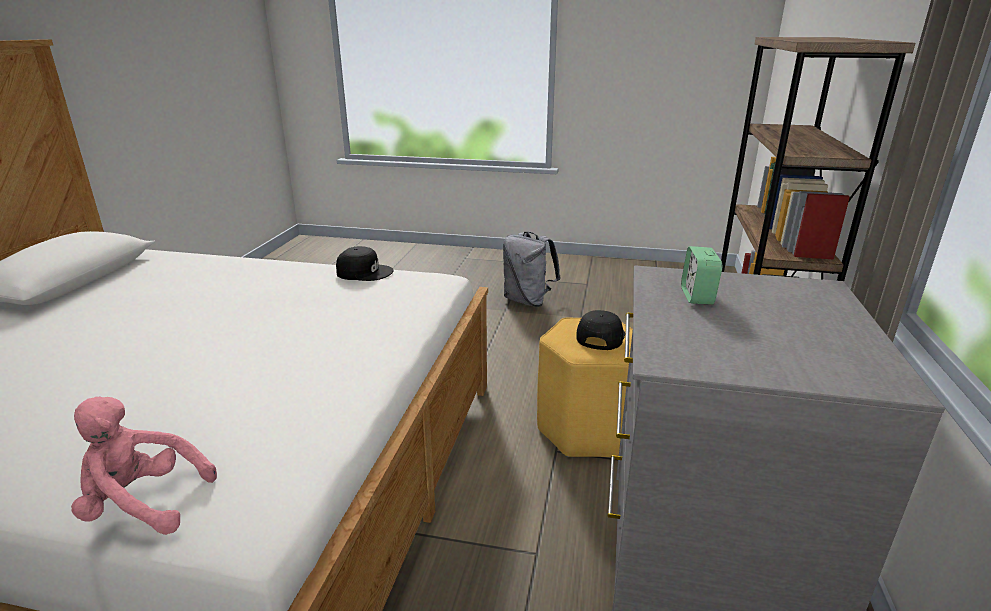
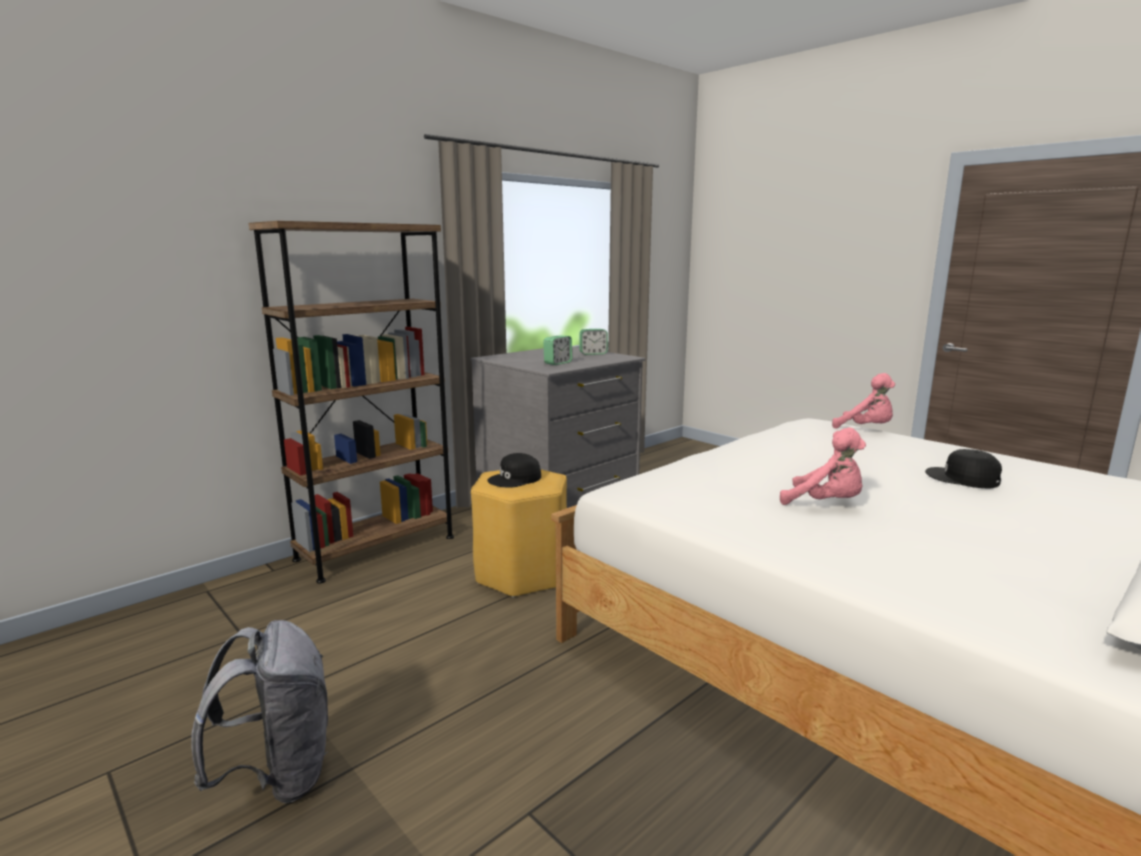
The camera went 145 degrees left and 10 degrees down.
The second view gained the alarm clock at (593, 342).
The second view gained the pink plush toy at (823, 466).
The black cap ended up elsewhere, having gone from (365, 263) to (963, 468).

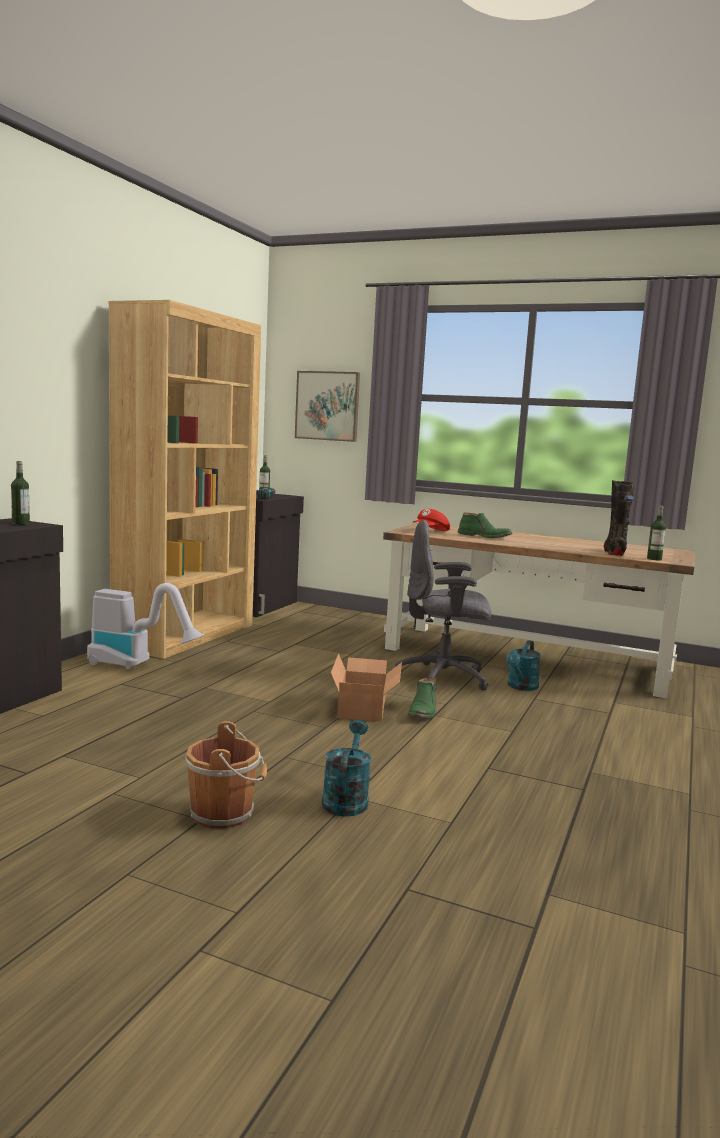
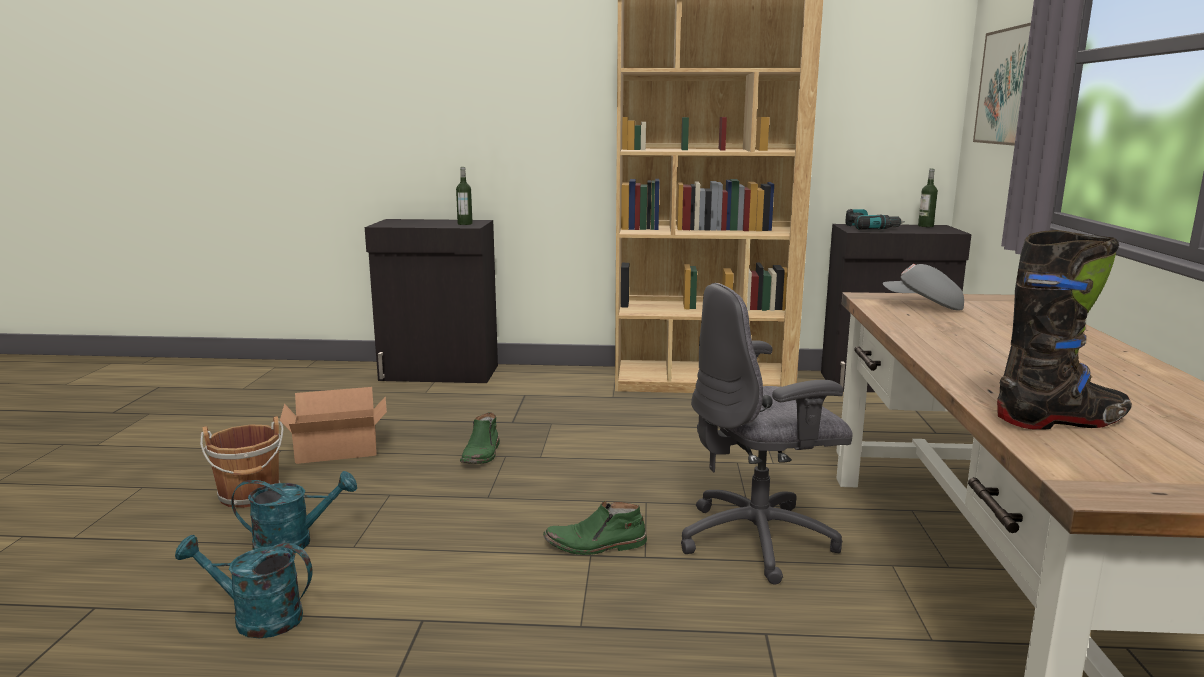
The camera went 70 degrees right and 5 degrees up.
The second view lost the vacuum cleaner at (145, 626).
The second view lost the bottle at (656, 533).
The cardboard box ended up elsewhere, having gone from (366, 687) to (333, 425).
The green boot ended up elsewhere, having gone from (485, 525) to (480, 438).
The turquoise watering can ended up elsewhere, having gone from (523, 666) to (243, 586).
What was the red cap at (431, 520) turned into the grey cap at (923, 287).
The grey office chair at (443, 605) ended up facing another way, 90 degrees counterclockwise from before.

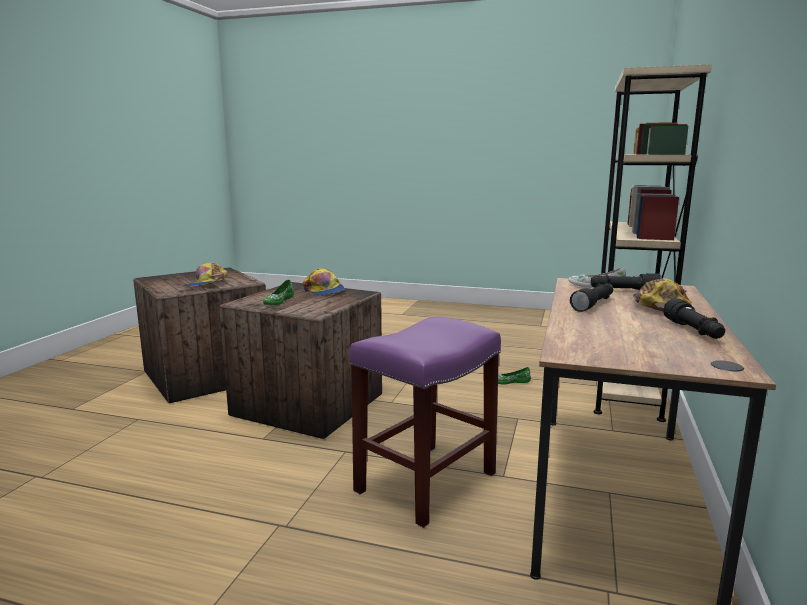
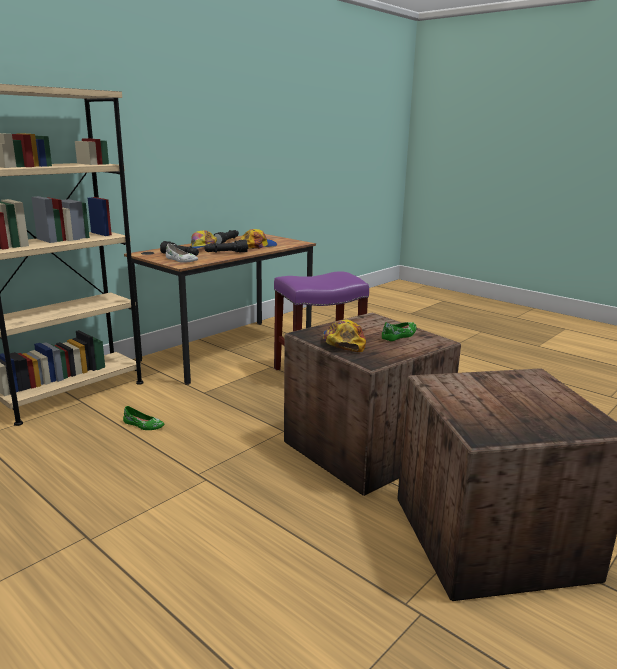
The camera went 155 degrees left and 5 degrees up.
The cap ended up elsewhere, having gone from (205, 274) to (258, 239).

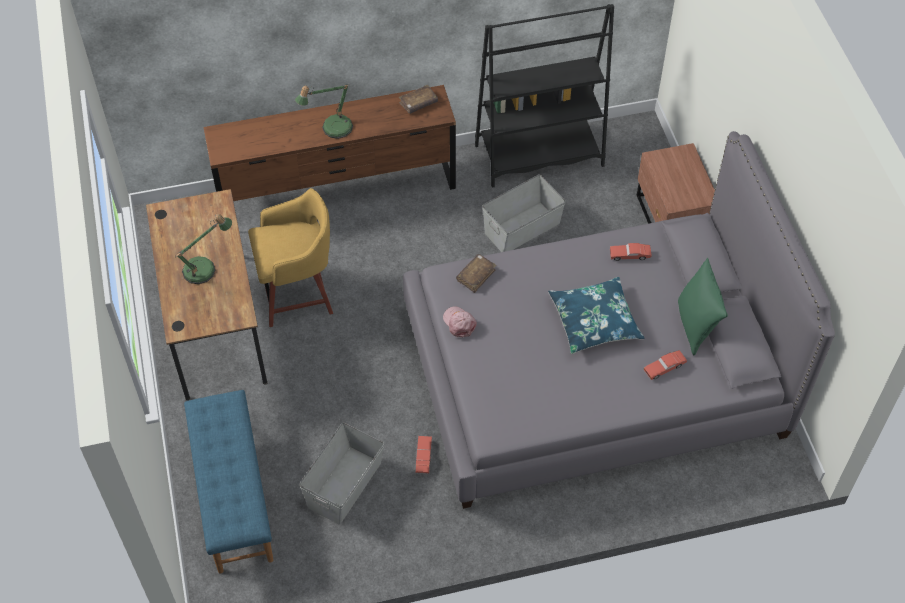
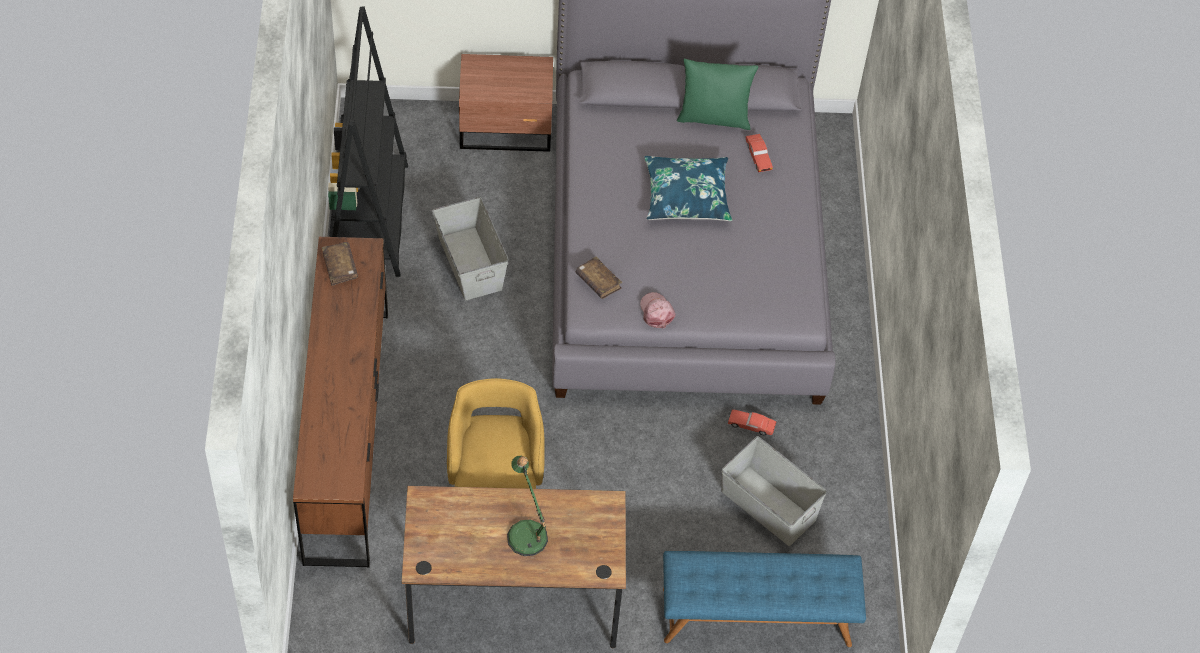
The camera went 80 degrees left and 0 degrees up.
The second view lost the table lamp at (324, 112).
The second view lost the red toy car at (631, 252).
The pink cap at (460, 322) ended up facing another way, 90 degrees clockwise from before.

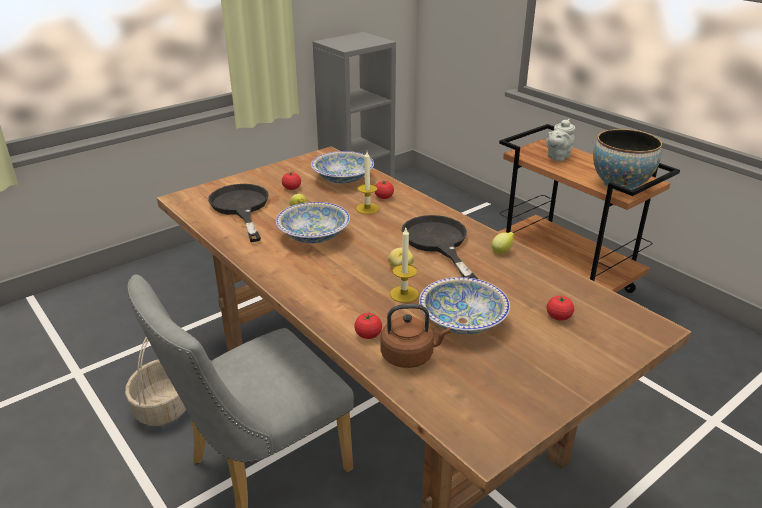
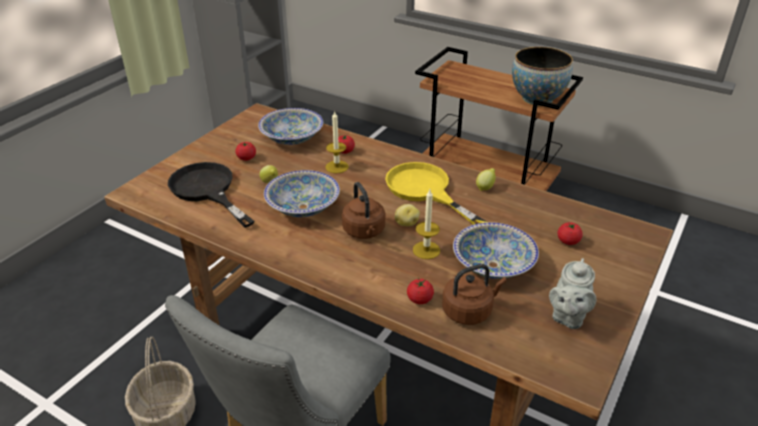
The camera went 20 degrees left and 5 degrees up.
The second view gained the brown kettle at (363, 210).
The grey teapot ended up elsewhere, having gone from (560, 140) to (572, 293).
What was the black frying pan at (439, 247) turned into the yellow frying pan at (436, 193).

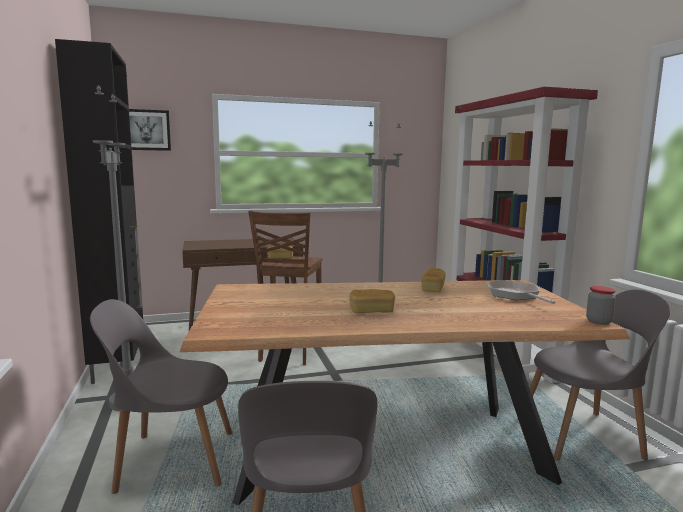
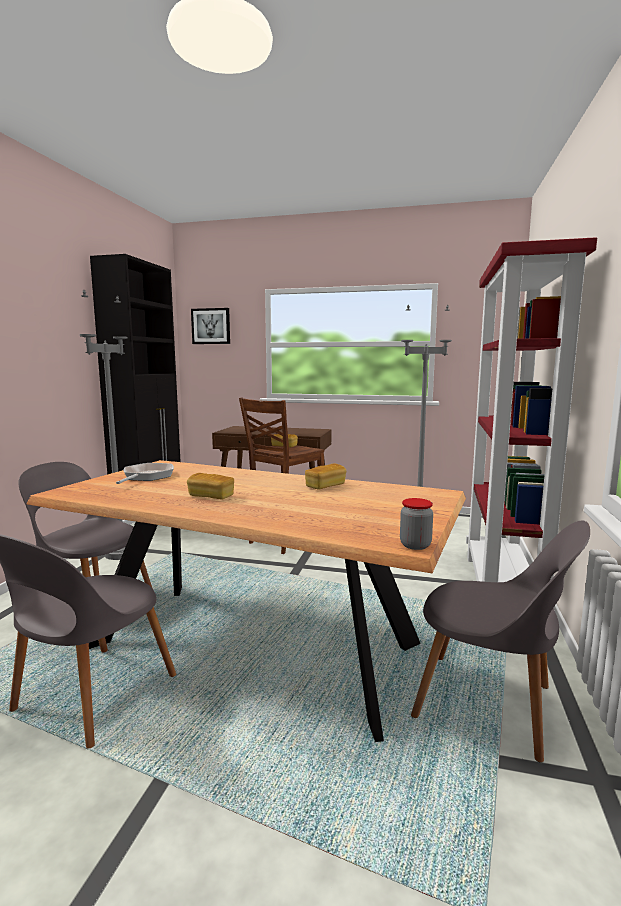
The camera went 30 degrees right and 0 degrees up.
The frying pan ended up elsewhere, having gone from (521, 292) to (145, 473).

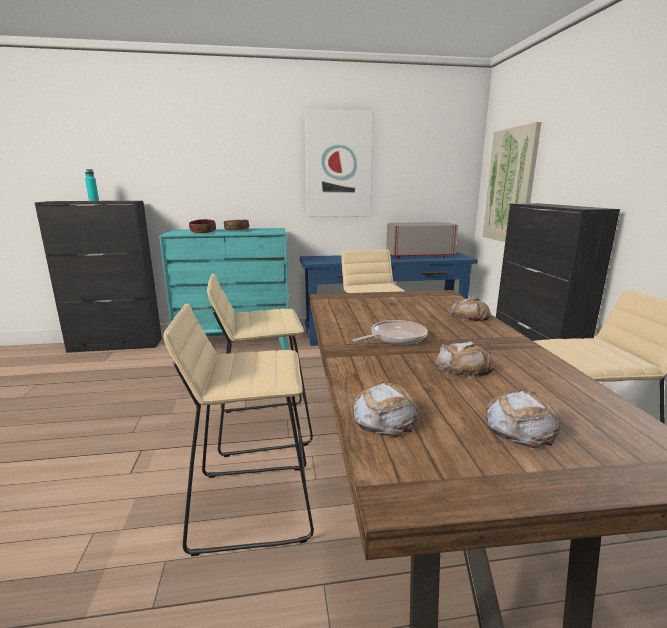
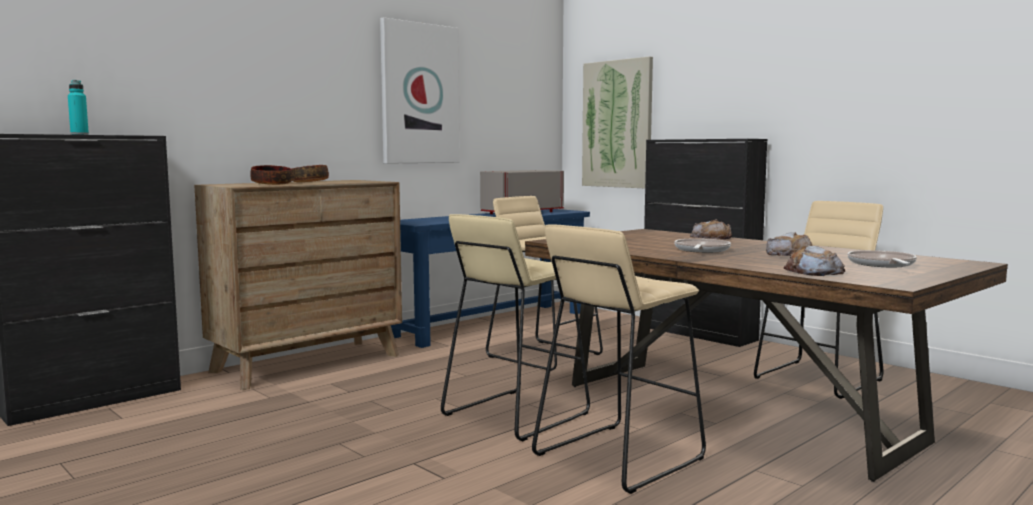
The camera went 35 degrees left and 10 degrees down.
Where the bread stood at (523, 418), the frying pan came to stand at (882, 258).
What was the turquoise dresser at (224, 289) turned into the brown dresser at (298, 285).

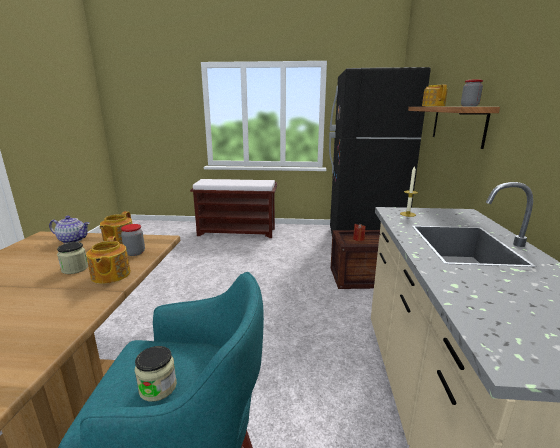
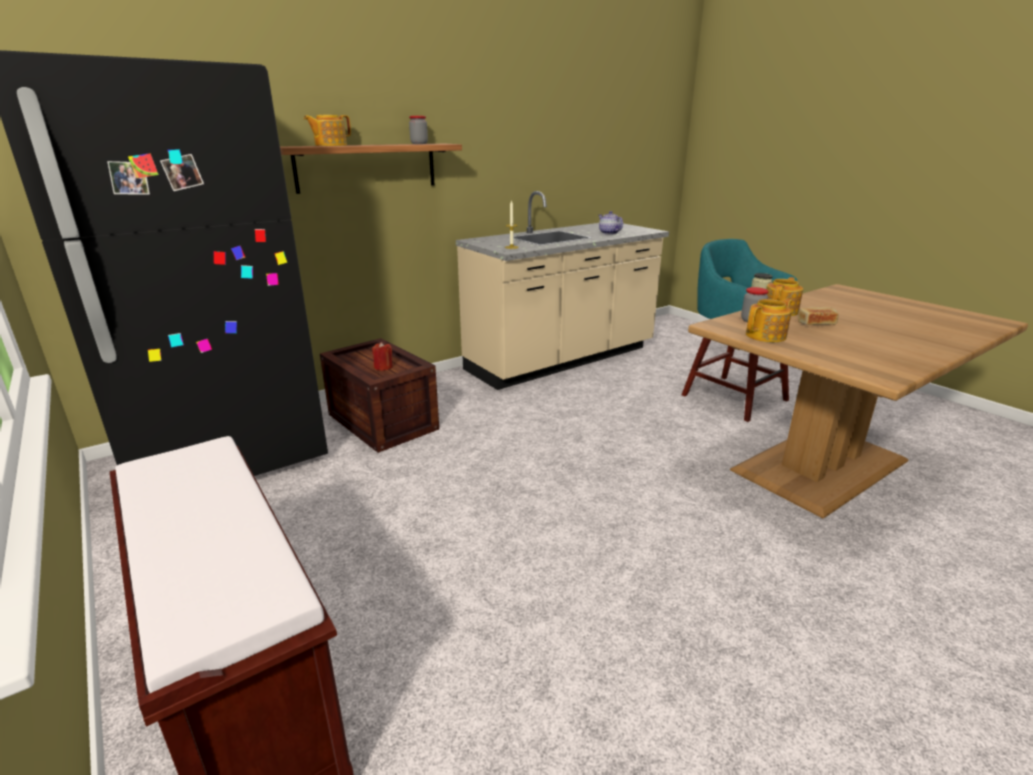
The camera went 130 degrees left and 5 degrees up.
The teapot ended up elsewhere, having gone from (69, 230) to (611, 223).
Where the jar stood at (72, 258), the bread came to stand at (818, 316).

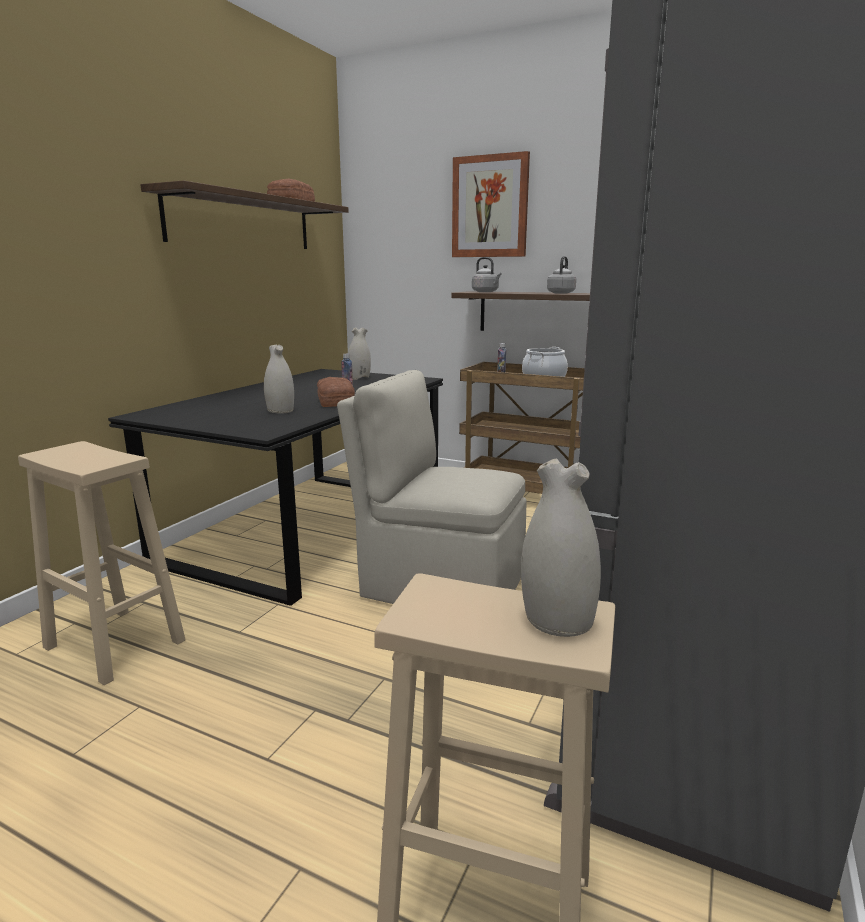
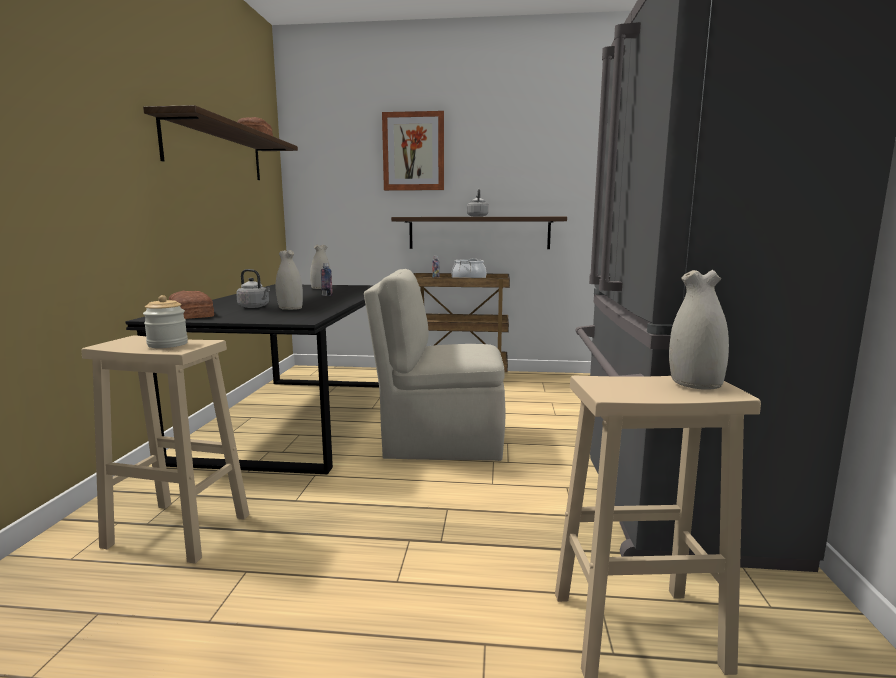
The camera went 20 degrees left and 5 degrees down.
The second view gained the jar at (165, 321).
The bread ended up elsewhere, having gone from (336, 392) to (191, 305).
The grey kettle ended up elsewhere, having gone from (487, 274) to (253, 288).

